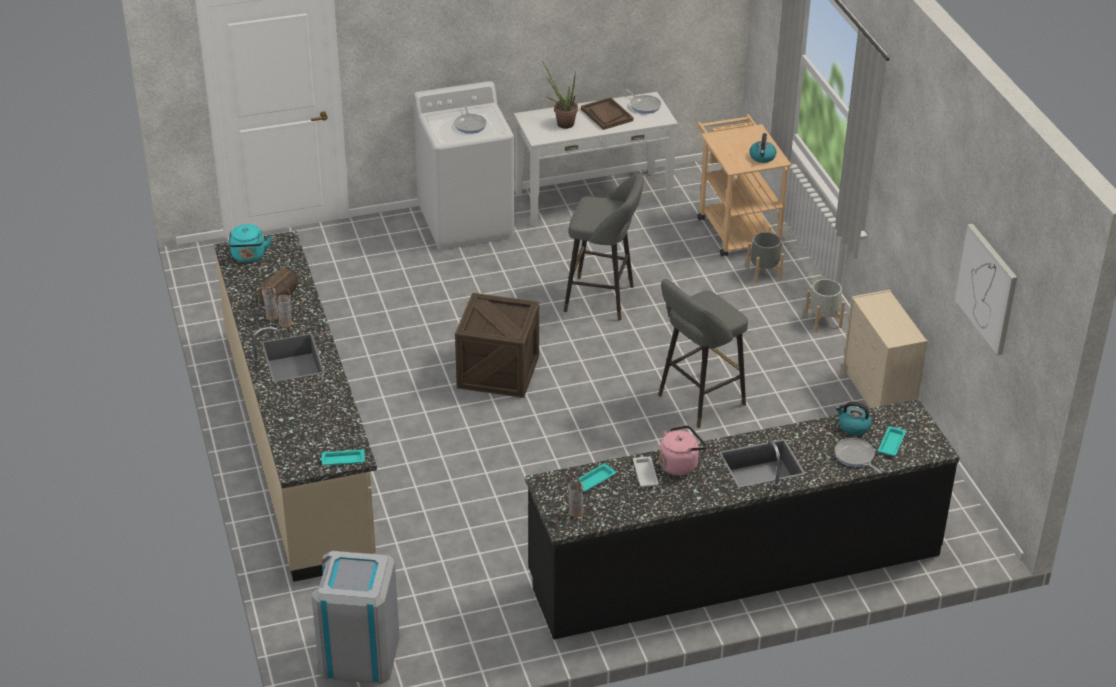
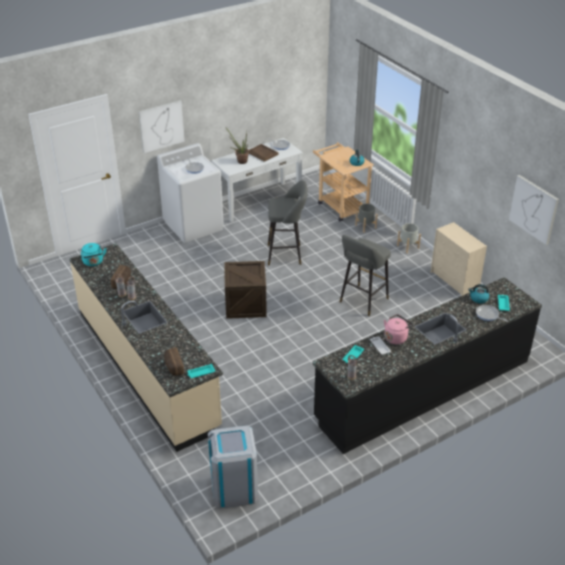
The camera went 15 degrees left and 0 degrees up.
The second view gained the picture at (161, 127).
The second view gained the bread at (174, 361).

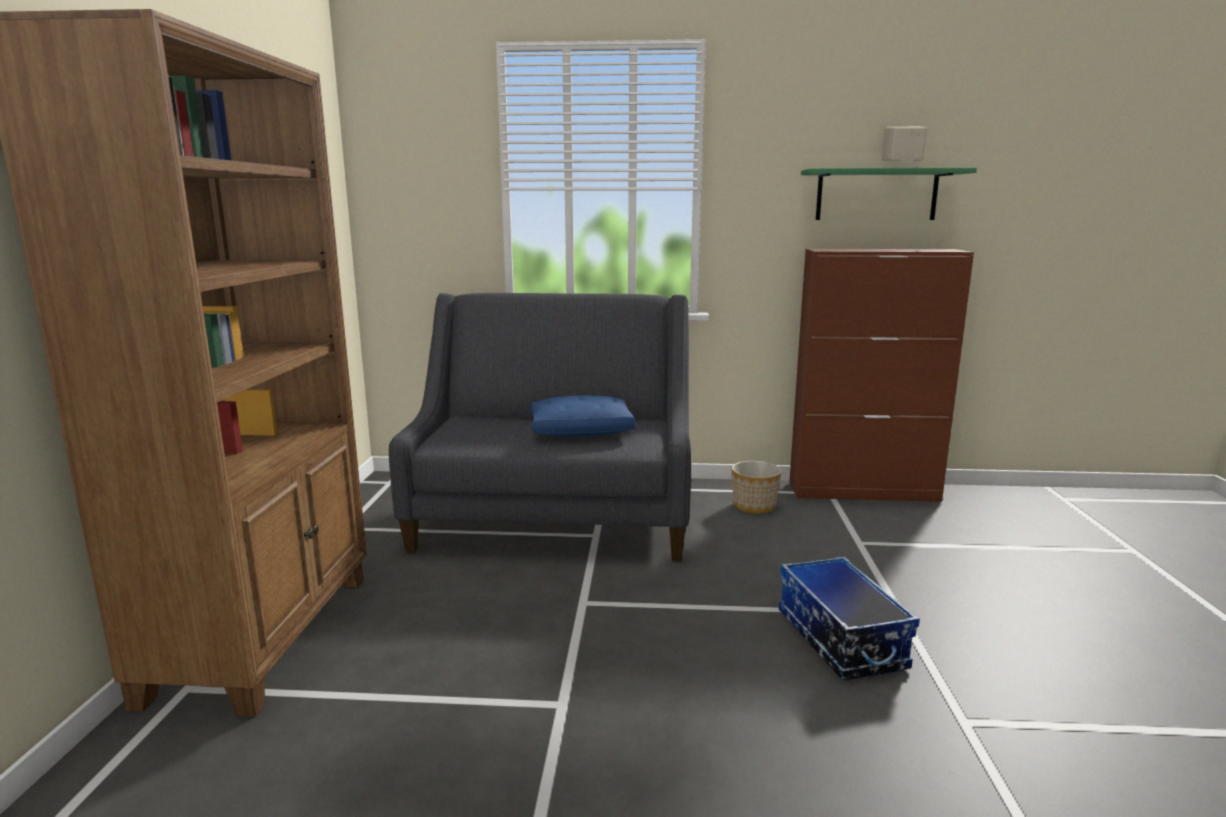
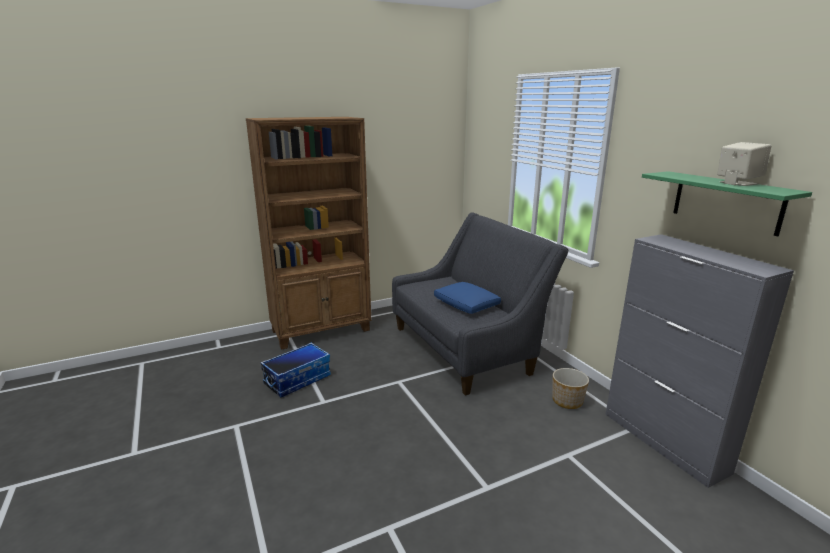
The camera went 60 degrees right and 5 degrees up.
The storage box ended up elsewhere, having gone from (849, 618) to (295, 370).
What was the brown cabinet at (881, 375) turned into the grey cabinet at (700, 361).

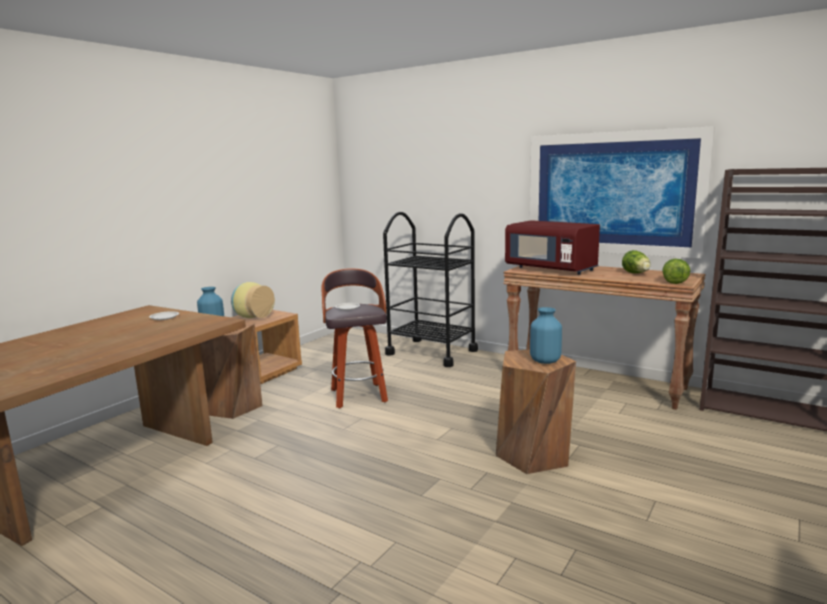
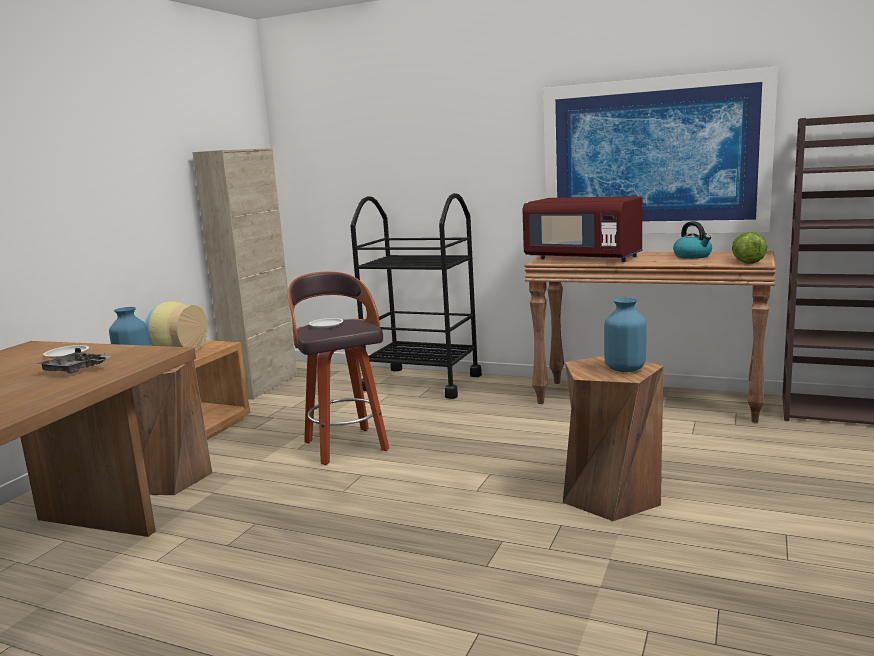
The camera went 10 degrees left and 0 degrees up.
The second view gained the grey tray at (73, 361).
The second view gained the beige cabinet at (245, 274).
Where the lettuce stood at (636, 261), the kettle came to stand at (692, 240).

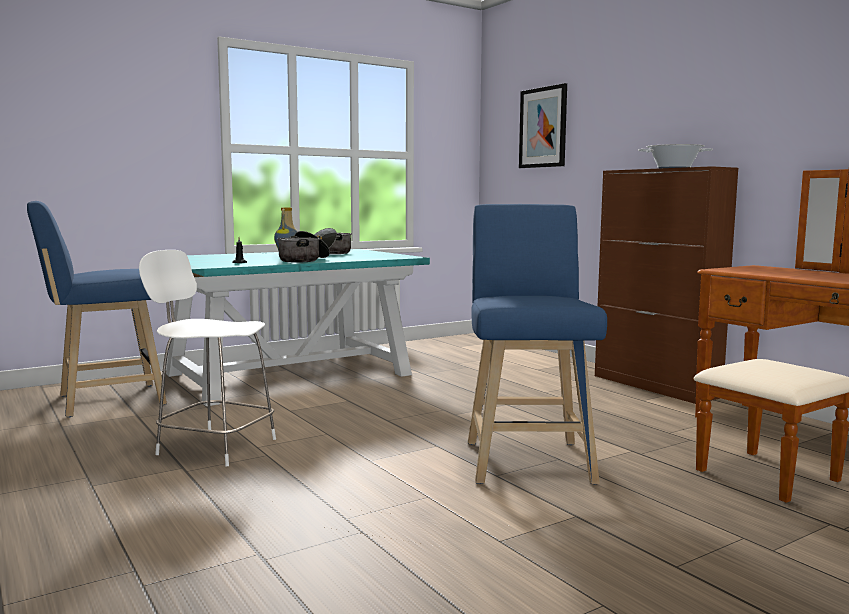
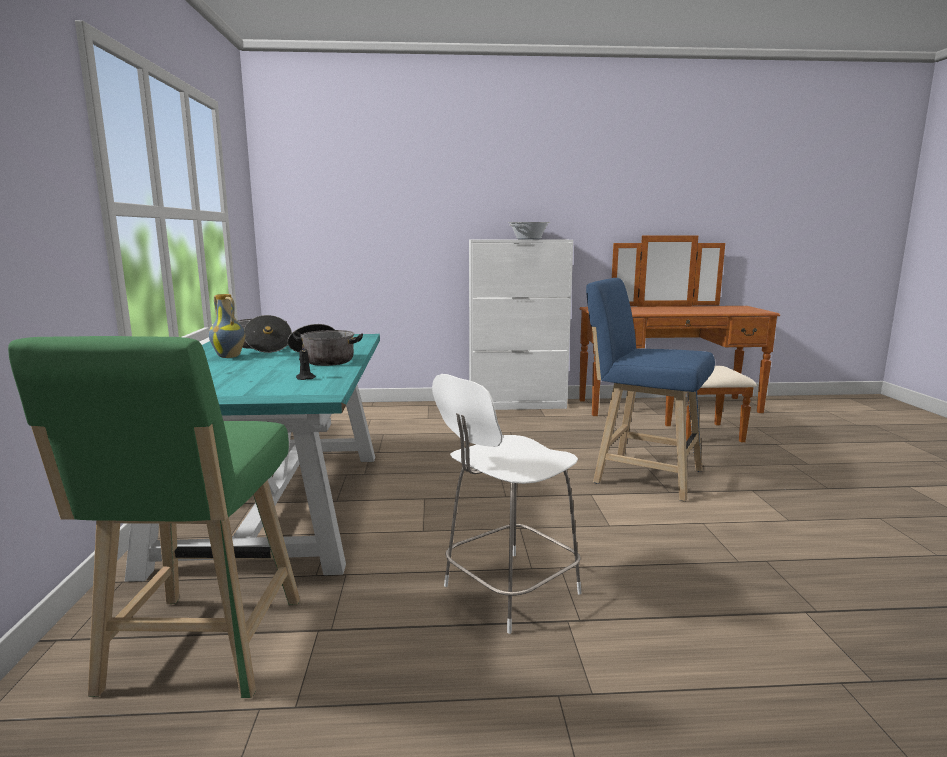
The camera went 60 degrees left and 5 degrees up.
The second view lost the picture at (543, 125).
What was the blue stool at (97, 309) turned into the green stool at (154, 517).
What was the brown cabinet at (666, 285) turned into the white cabinet at (521, 325).

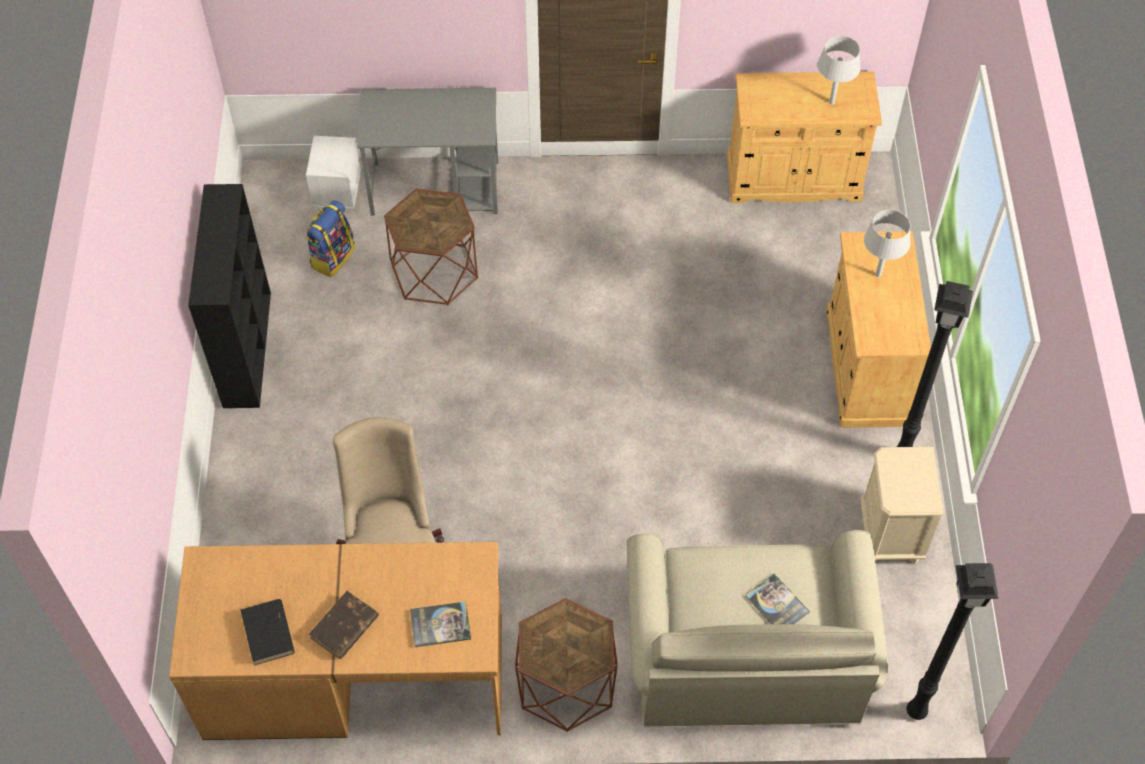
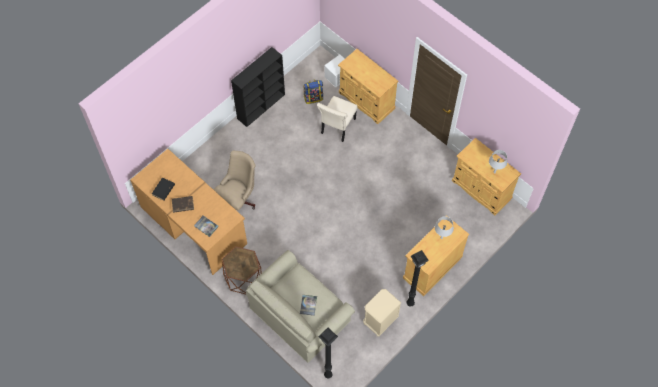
The camera went 45 degrees right and 5 degrees up.
Where the grey desk stood at (427, 152), the beige cabinet came to stand at (368, 86).
Where the brown side table stood at (431, 247), the beige chair came to stand at (337, 119).

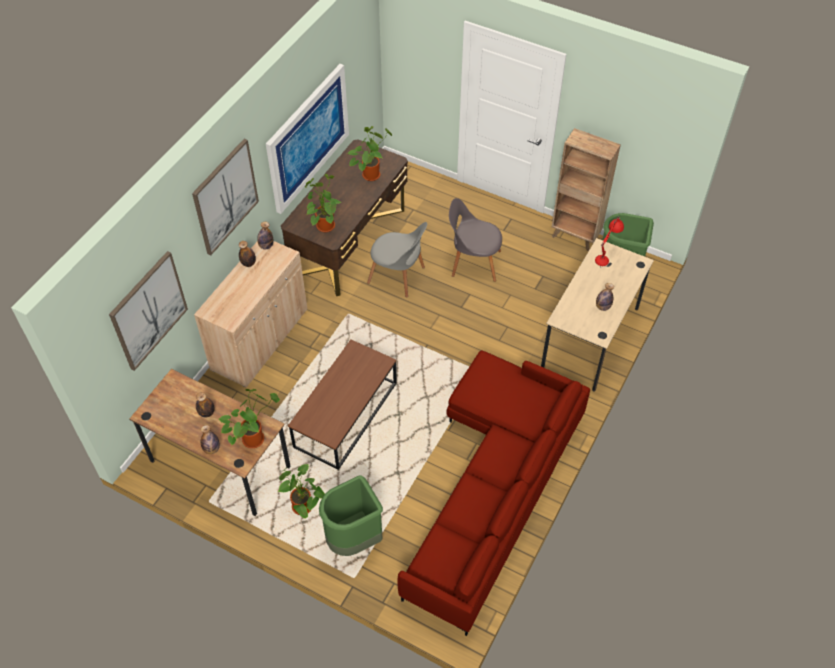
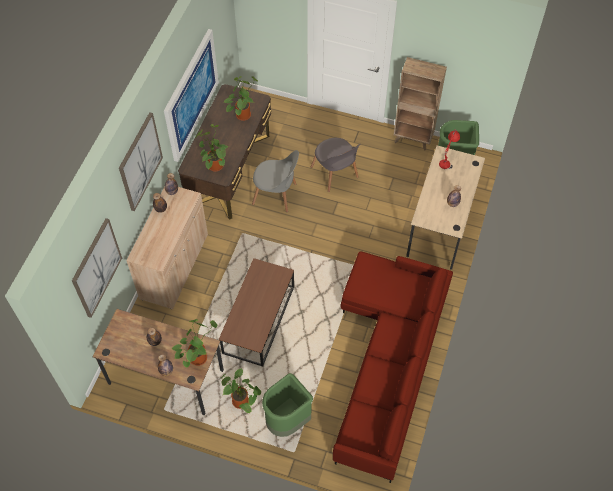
The camera went 10 degrees left and 5 degrees up.
The grey chair at (475, 240) ended up facing another way, 120 degrees counterclockwise from before.

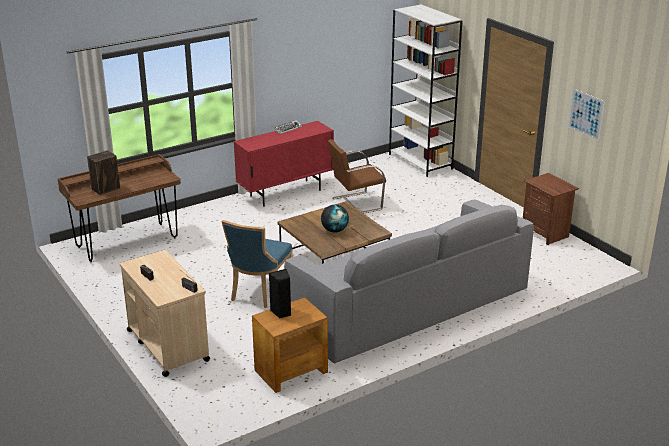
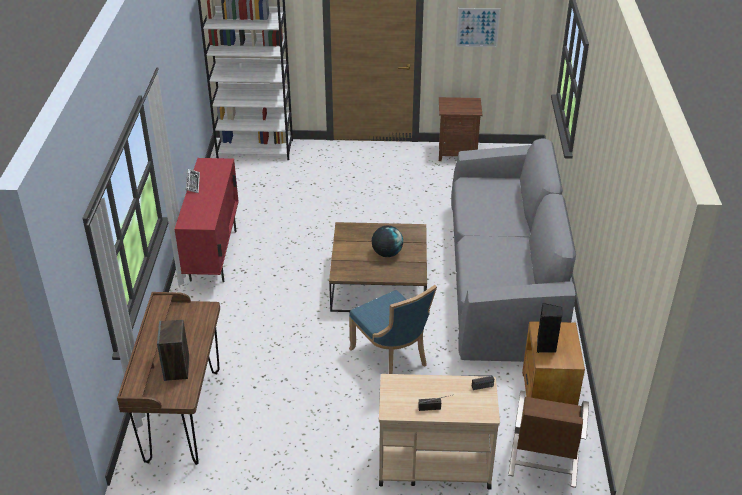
The camera went 55 degrees left and 10 degrees up.
The brown chair ended up elsewhere, having gone from (357, 176) to (548, 439).

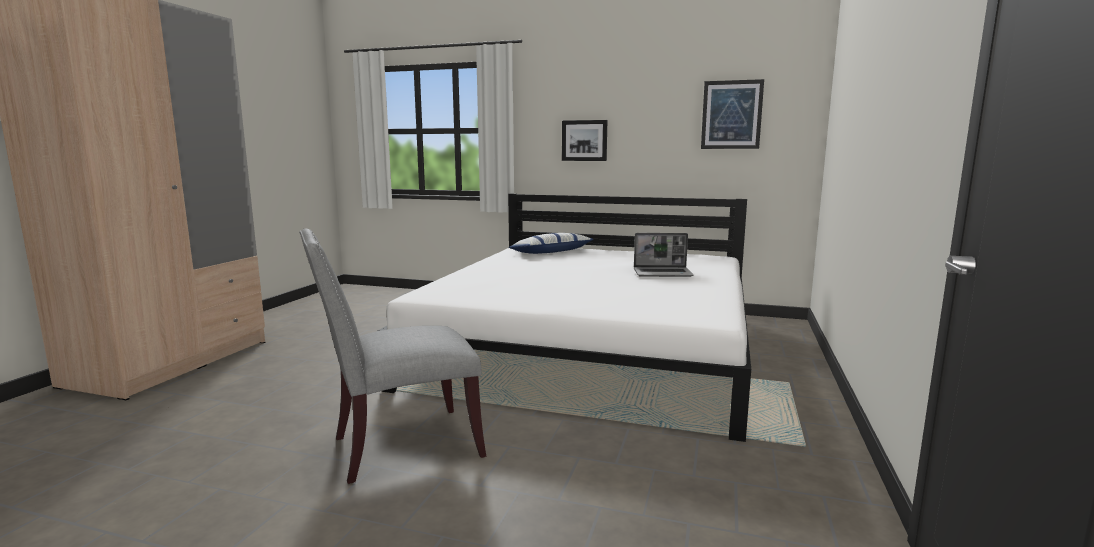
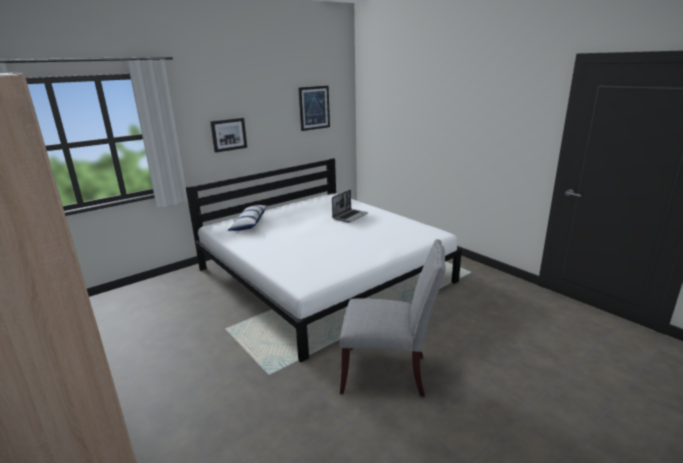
The camera went 55 degrees left and 10 degrees up.
The grey chair at (392, 356) ended up facing another way, 90 degrees counterclockwise from before.

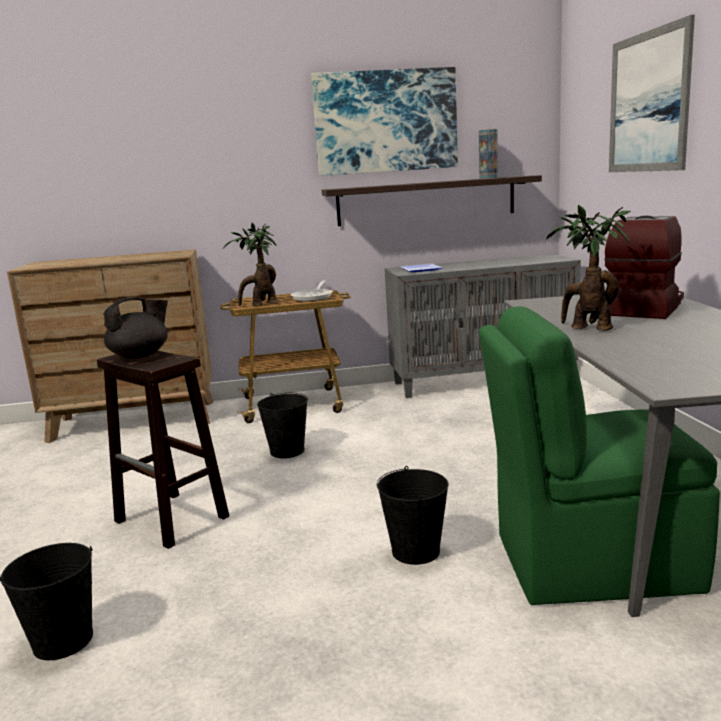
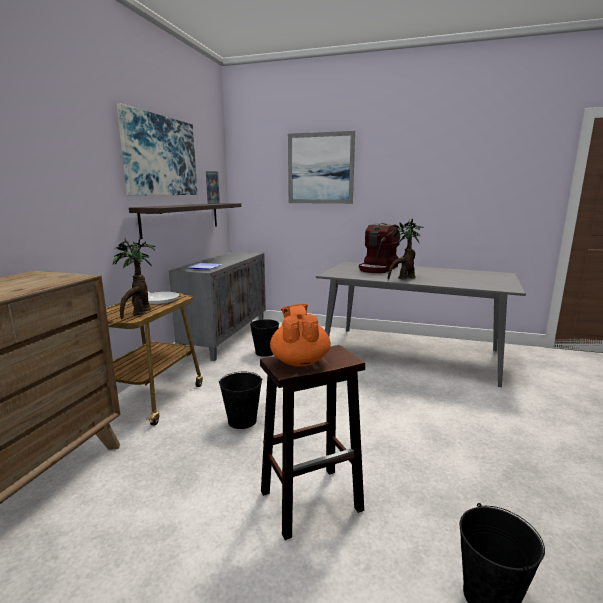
The camera went 65 degrees left and 0 degrees up.
The second view lost the green chair at (599, 455).
The black bucket ended up elsewhere, having gone from (413, 515) to (264, 338).
What was the black teapot at (135, 328) turned into the orange teapot at (300, 335).
The coffee machine at (644, 267) ended up facing another way, 120 degrees counterclockwise from before.

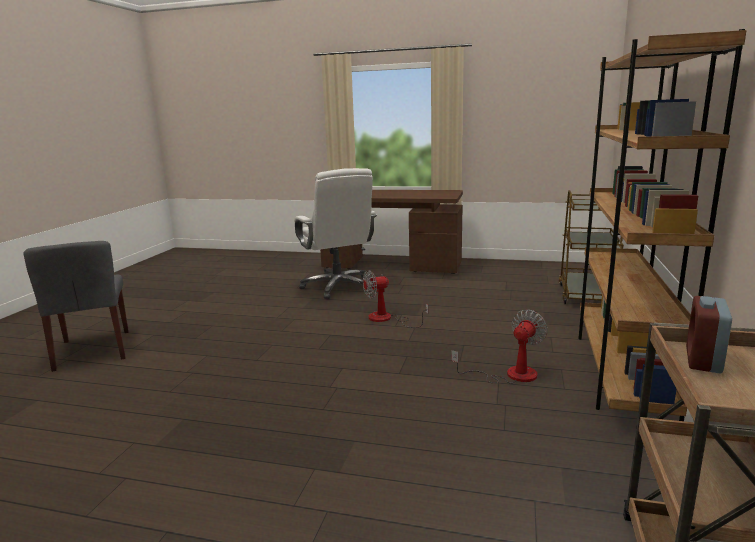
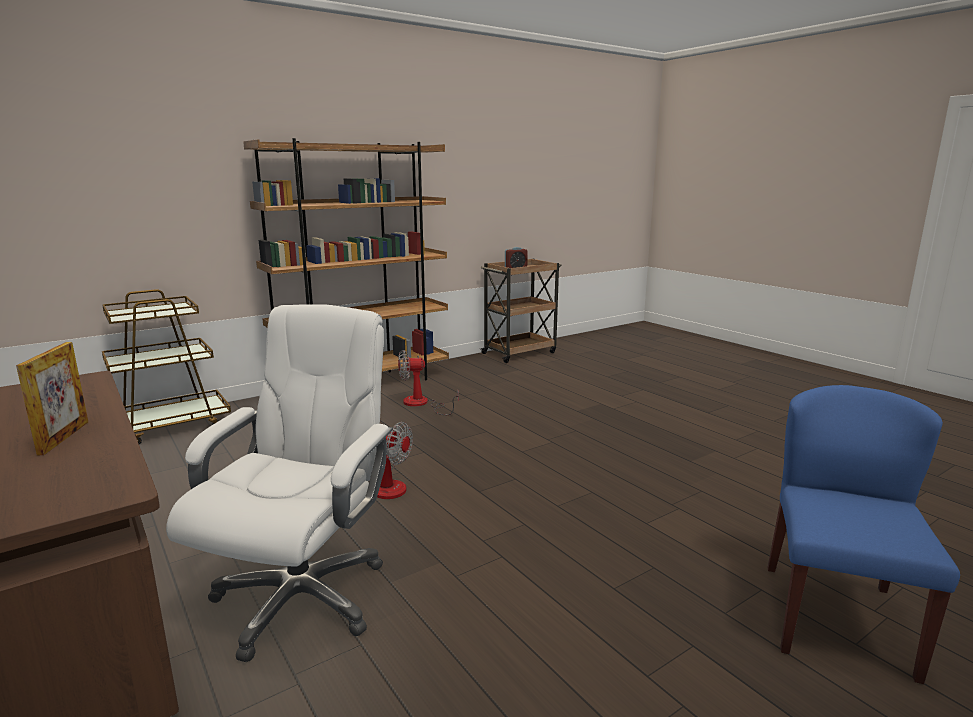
The camera went 140 degrees left and 0 degrees up.
The second view gained the picture frame at (52, 398).
What was the grey chair at (76, 306) turned into the blue chair at (864, 534).

